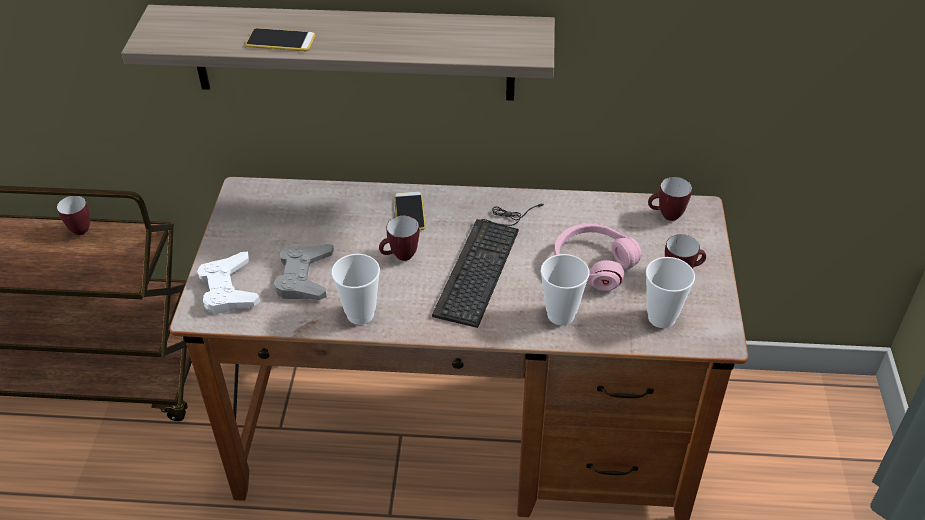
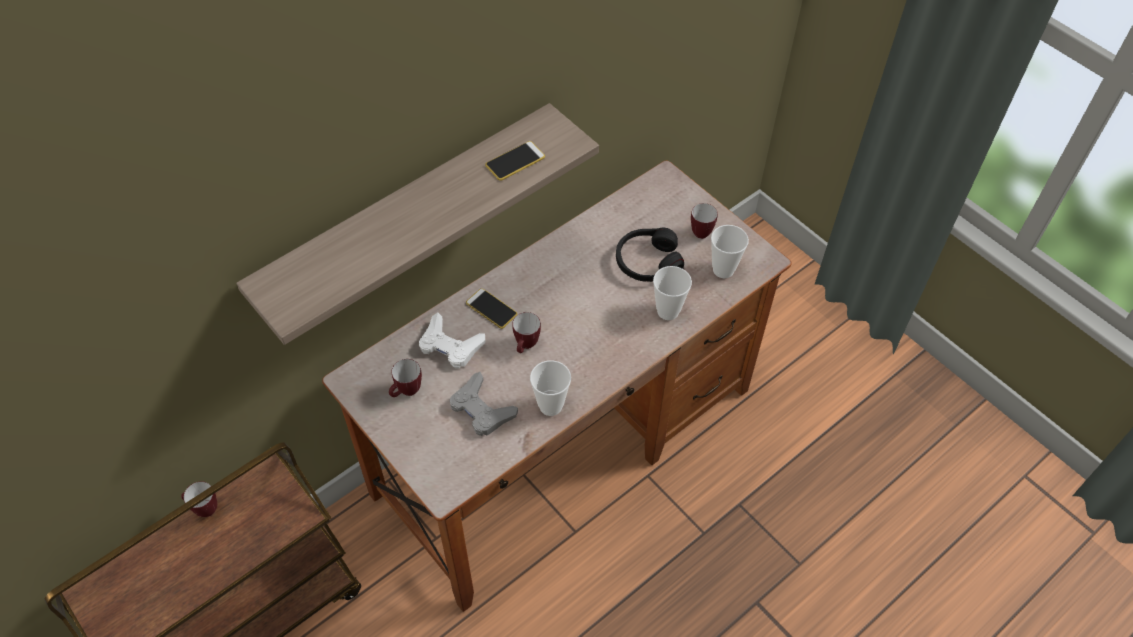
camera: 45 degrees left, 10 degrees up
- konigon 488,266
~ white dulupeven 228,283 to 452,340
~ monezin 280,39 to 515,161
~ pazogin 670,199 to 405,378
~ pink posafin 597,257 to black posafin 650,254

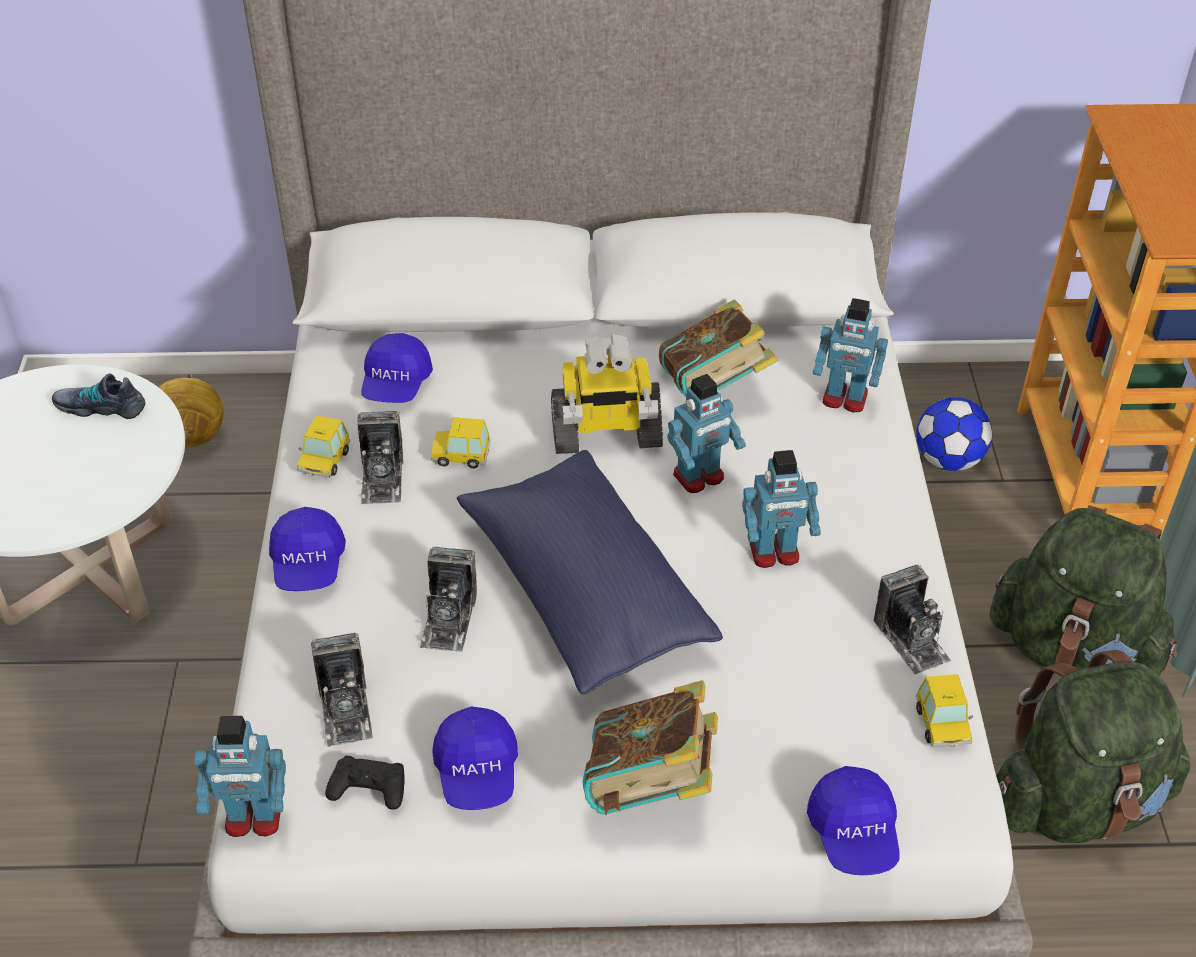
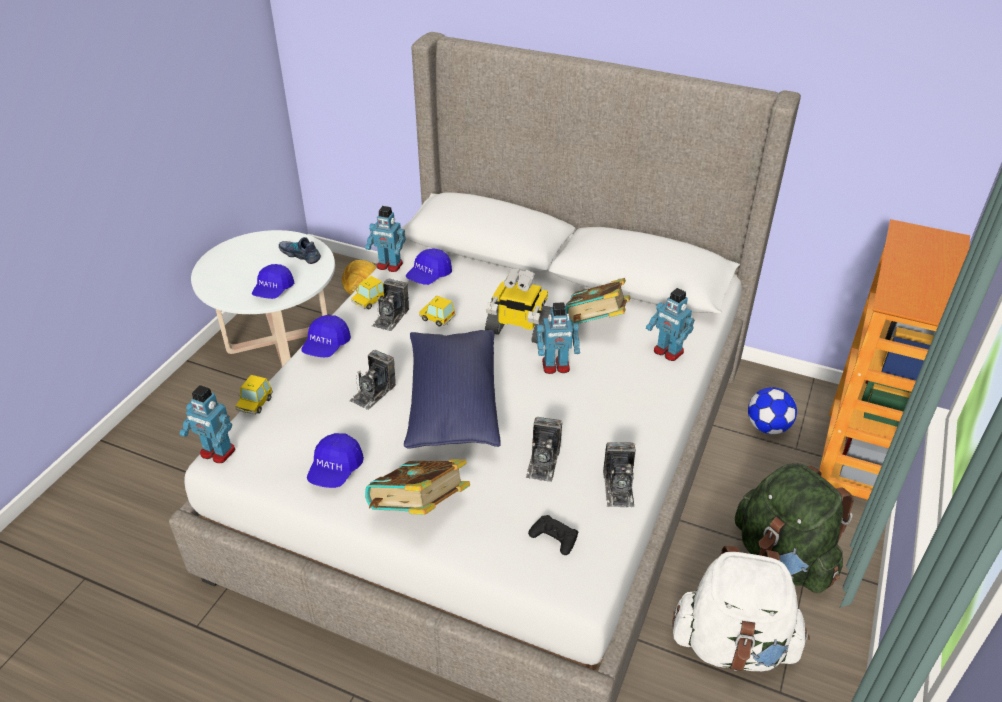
camera: 25 degrees right, 5 degrees down
~ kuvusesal 342,690 to 544,449
~ black dulupeven 365,783 to 553,535
~ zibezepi 781,509 to 385,239
~ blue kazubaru 853,820 to 273,281
~ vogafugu 944,710 to 254,395
~ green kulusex 1093,746 to white kulusex 741,608

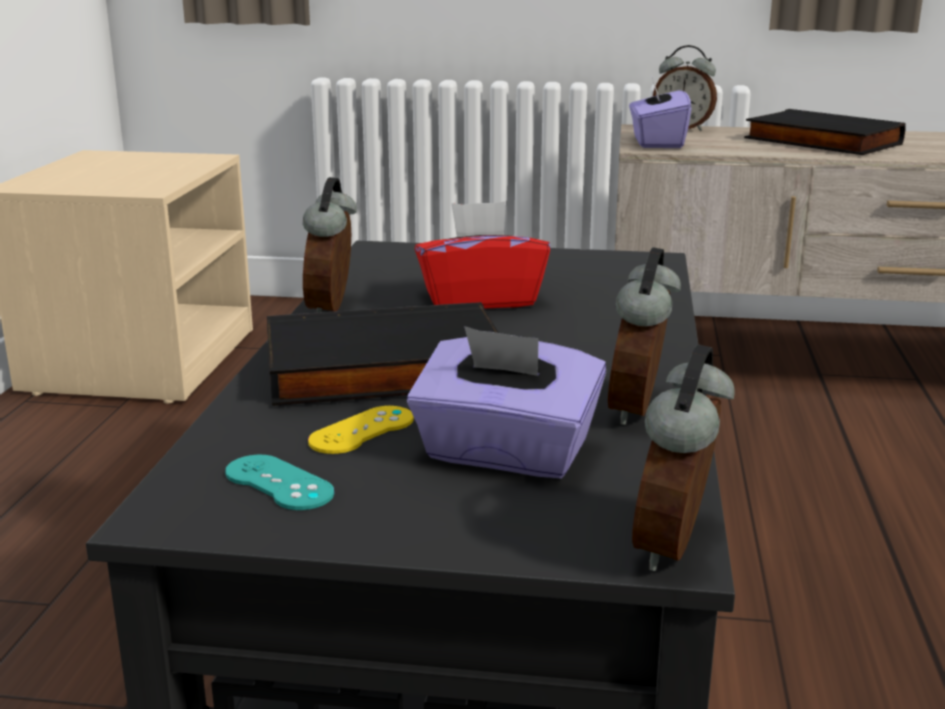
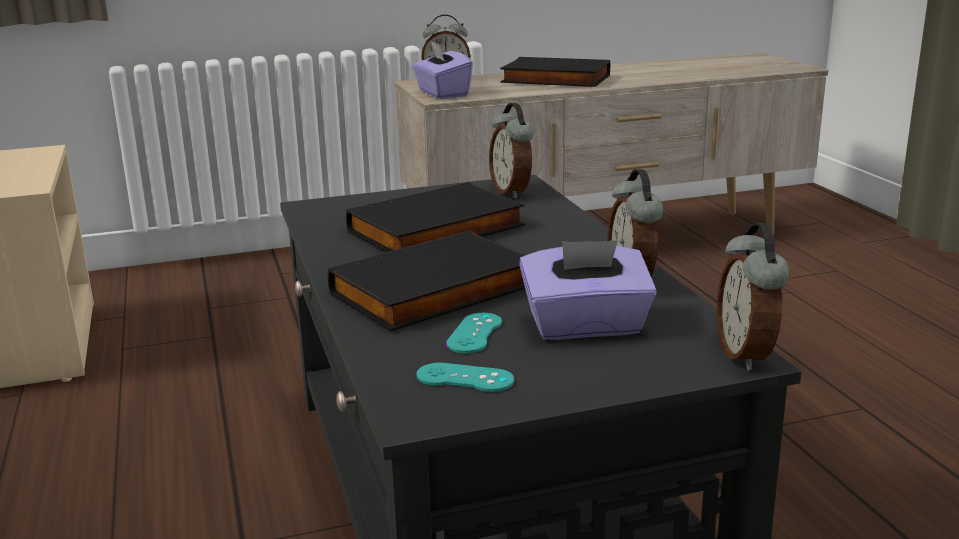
camera: 25 degrees left, 0 degrees up
~ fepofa 330,245 to 511,151
~ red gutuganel 482,255 to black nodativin 435,217
~ yellow dulupeven 361,430 to turquoise dulupeven 474,333

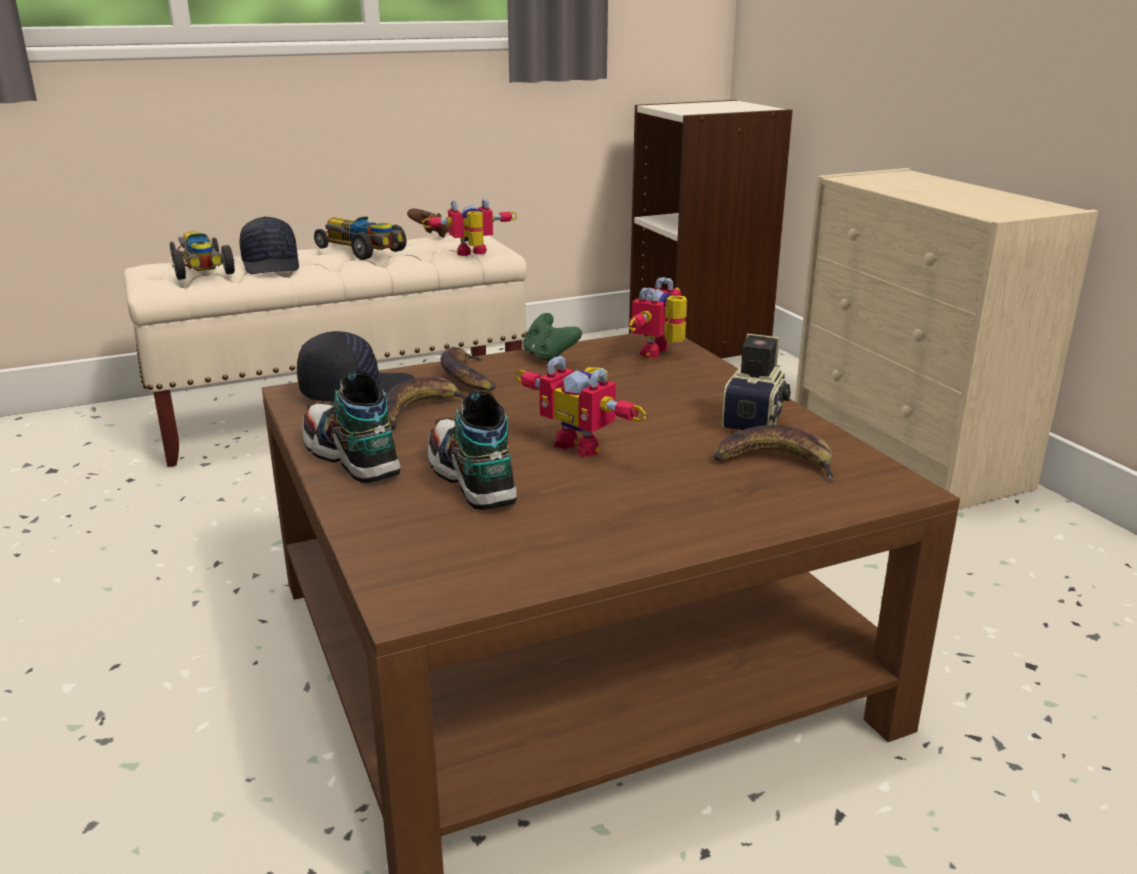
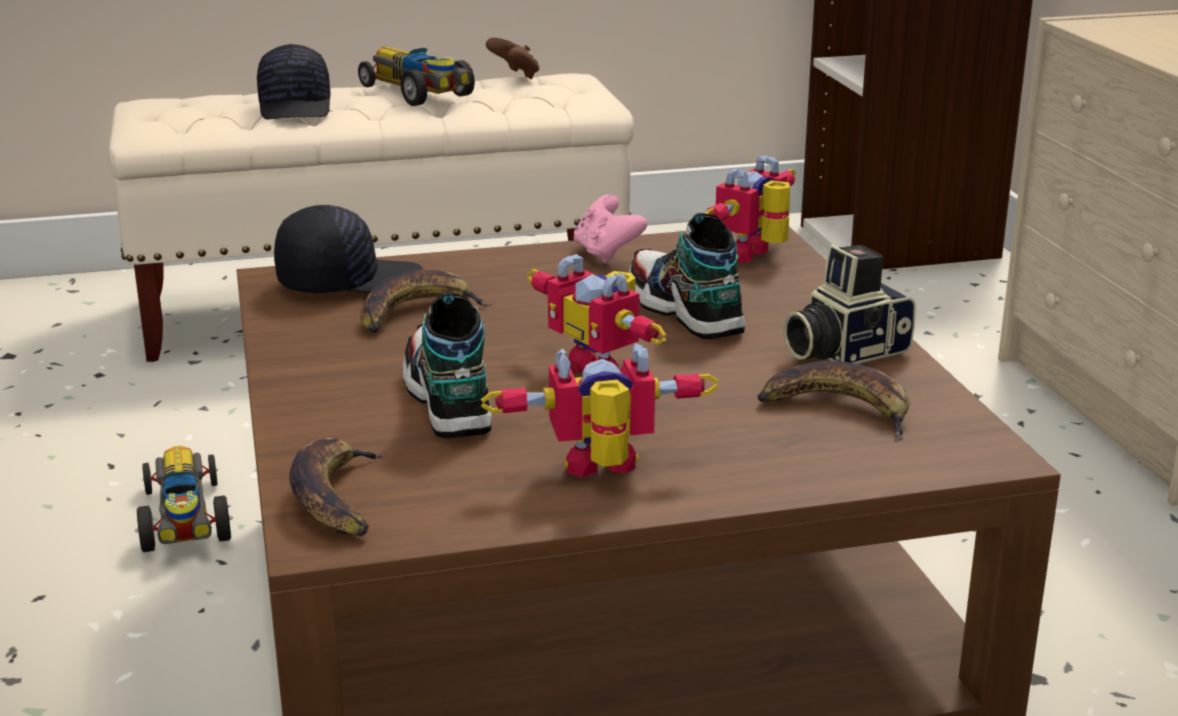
camera: 10 degrees right, 0 degrees up
~ vogafugu 202,255 to 184,499
~ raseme 351,427 to 687,276
~ zibezepi 470,227 to 600,410
~ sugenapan 468,368 to 337,487
~ green dulupeven 552,338 to pink dulupeven 610,228
~ kuvusesal 756,381 = 849,304 150 degrees counterclockwise

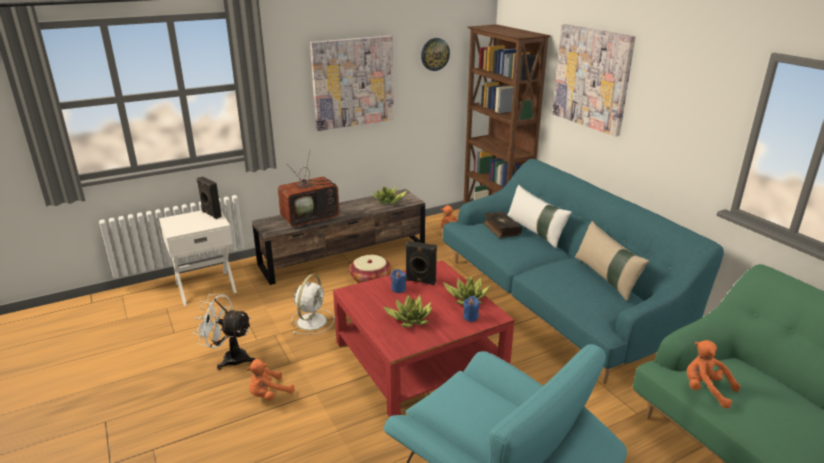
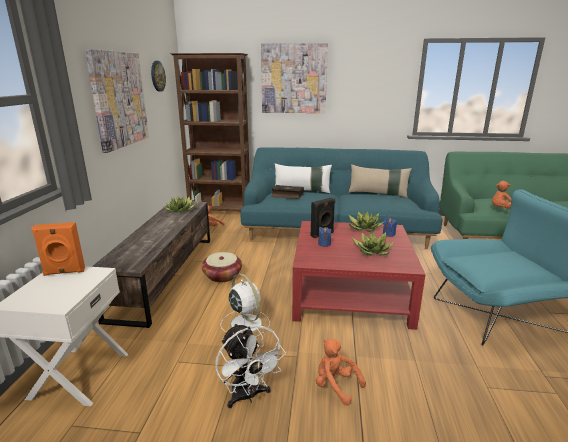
camera: 55 degrees left, 5 degrees down
- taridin 309,189
~ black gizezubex 209,198 to orange gizezubex 58,249
~ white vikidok 224,332 = 250,365 75 degrees counterclockwise
~ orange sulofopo 270,380 = 341,372 135 degrees clockwise

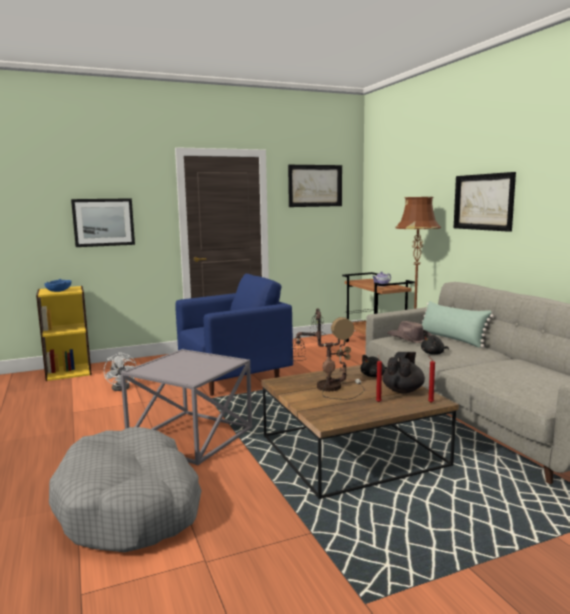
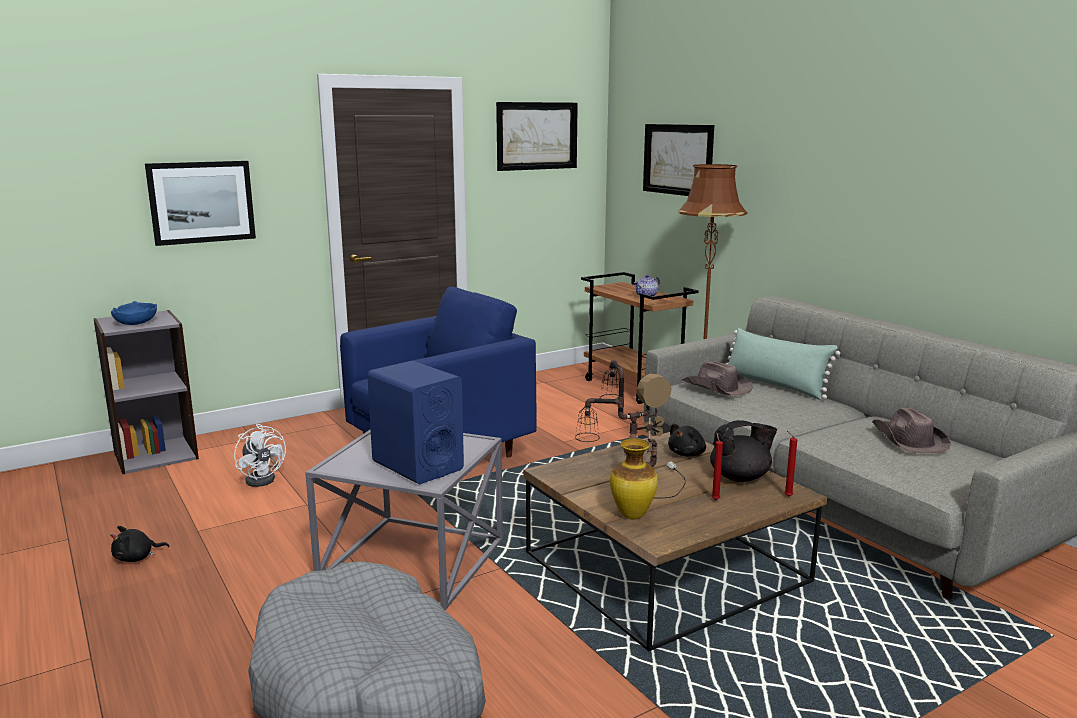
camera: 10 degrees left, 5 degrees up
+ blue gizezubex 415,422
+ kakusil 634,479
+ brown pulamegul 911,430
~ black sulofopo 435,344 to 139,544
~ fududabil 485,202 to 678,160
~ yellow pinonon 64,333 to grey pinonon 146,392
~ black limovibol 403,372 = 743,451 60 degrees clockwise

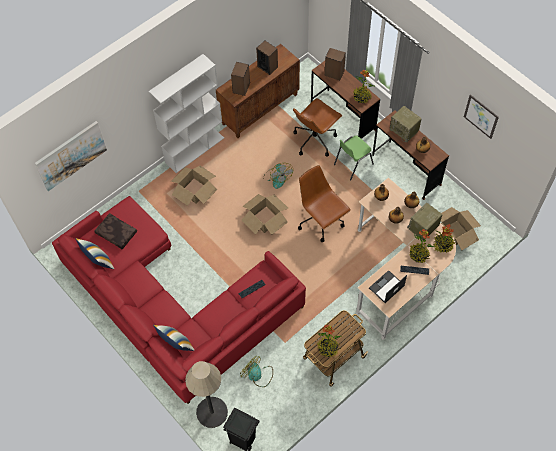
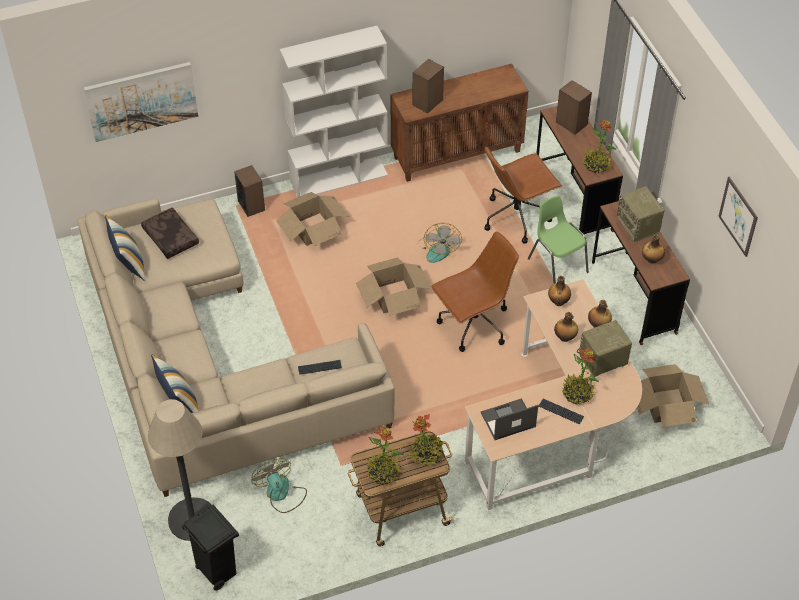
camera: 20 degrees right, 10 degrees down
~ gizezubex 267,58 to 249,191
~ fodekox 444,238 to 426,440
~ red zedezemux 179,300 to beige zedezemux 236,347
~ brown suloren 324,203 = 475,291 75 degrees clockwise
~ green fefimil 354,158 = 558,239 75 degrees clockwise

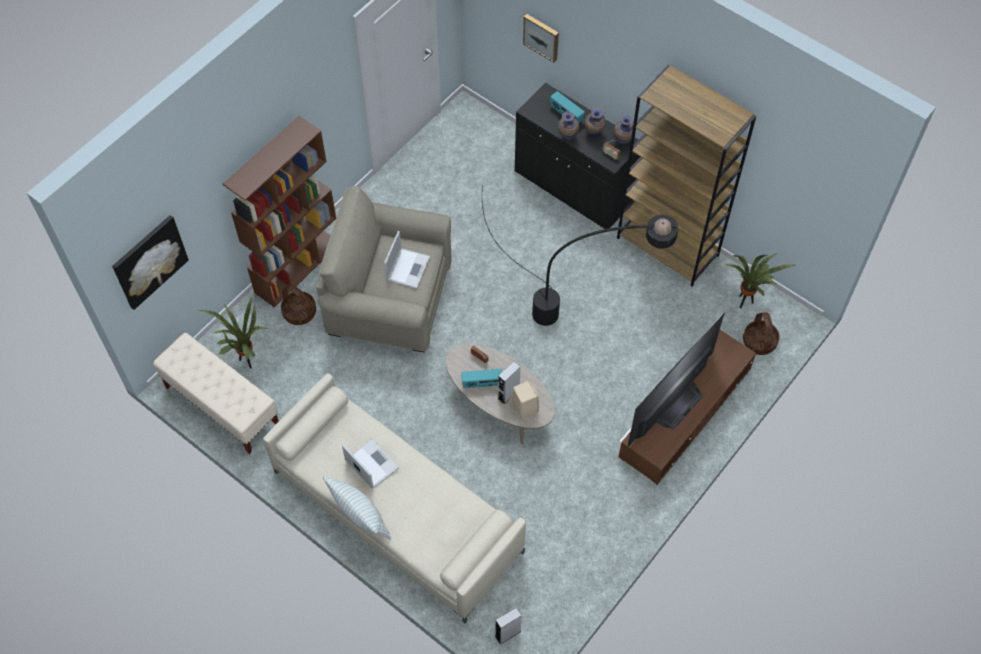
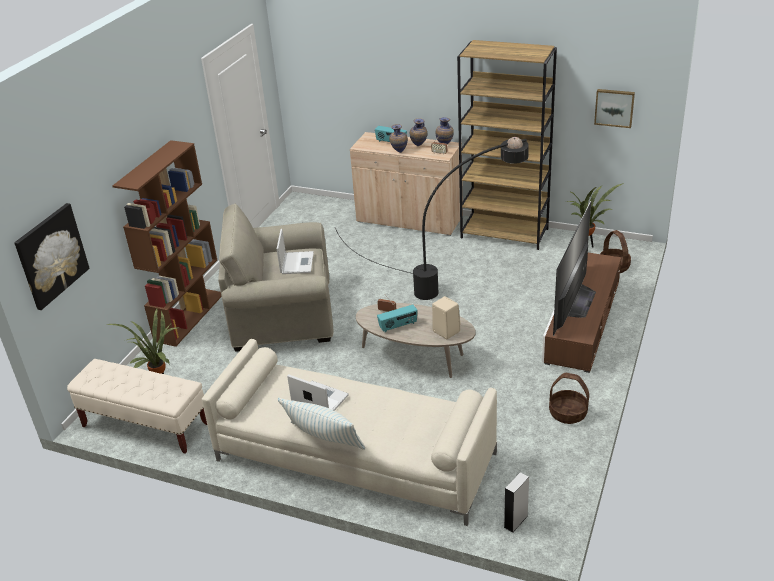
camera: 15 degrees left, 25 degrees down
- grey gizezubex 509,383
~ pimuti 298,304 to 569,398
~ fududabil 541,38 to 614,108
~ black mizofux 577,156 to beige mizofux 406,184

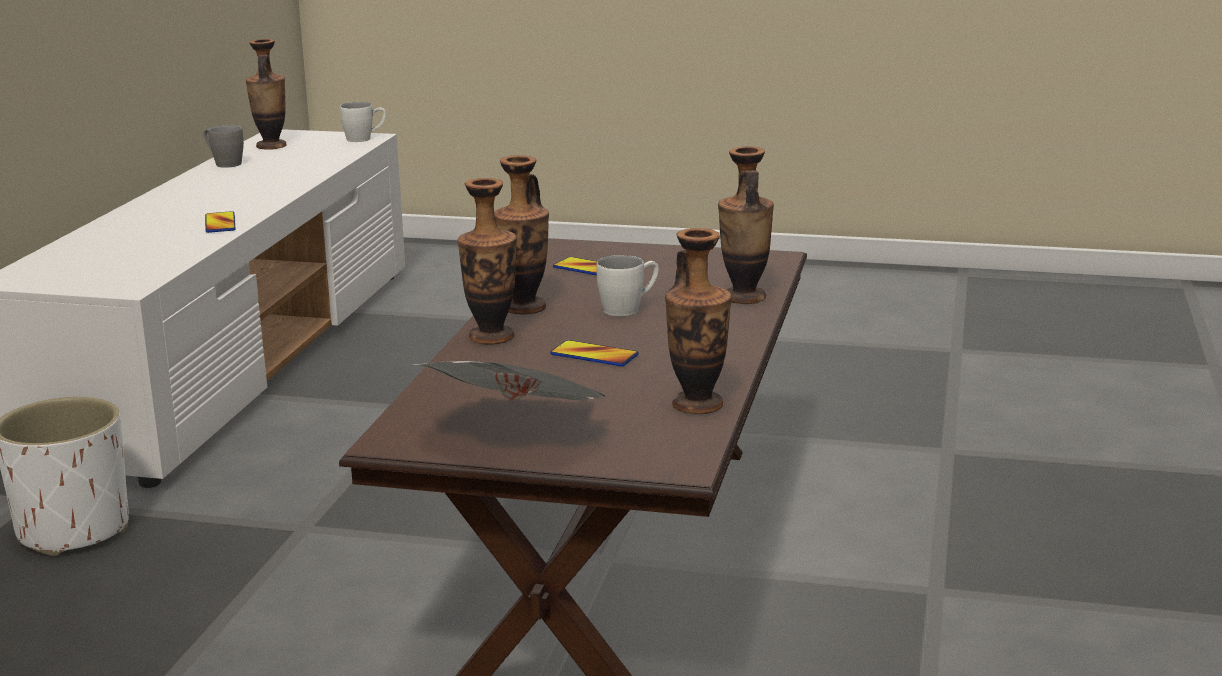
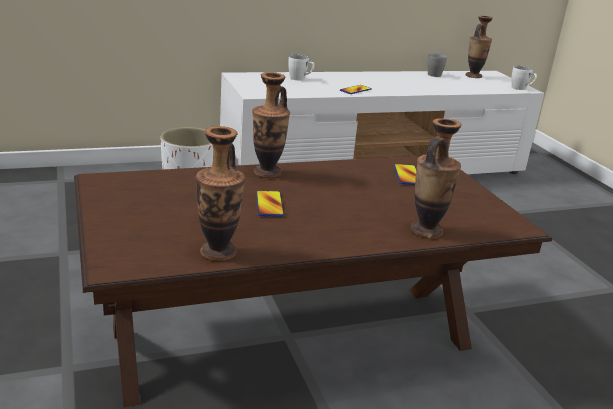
camera: 55 degrees right, 5 degrees up
- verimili 509,380
- kakusil 521,234
~ white pazogin 628,286 to 301,67

